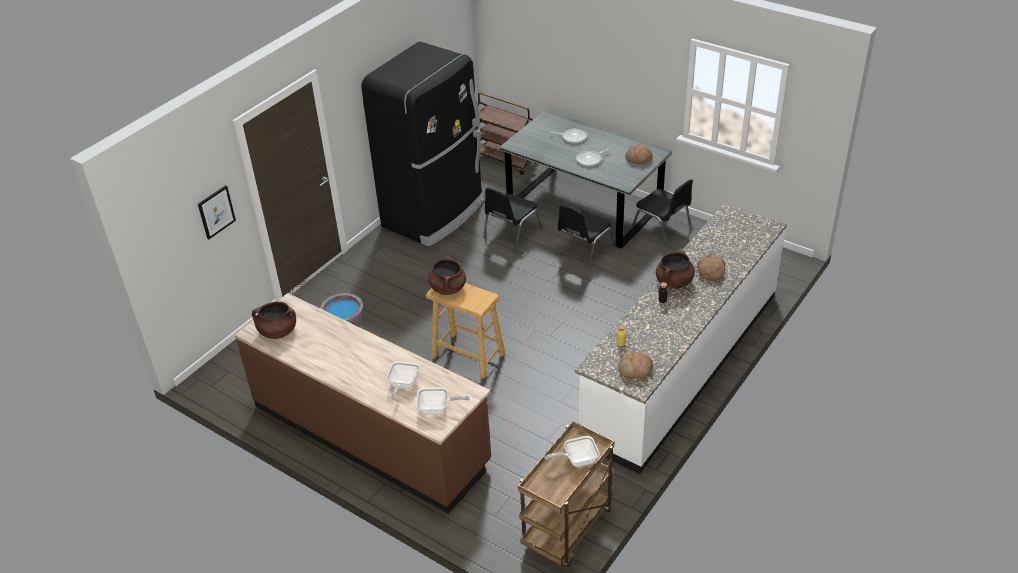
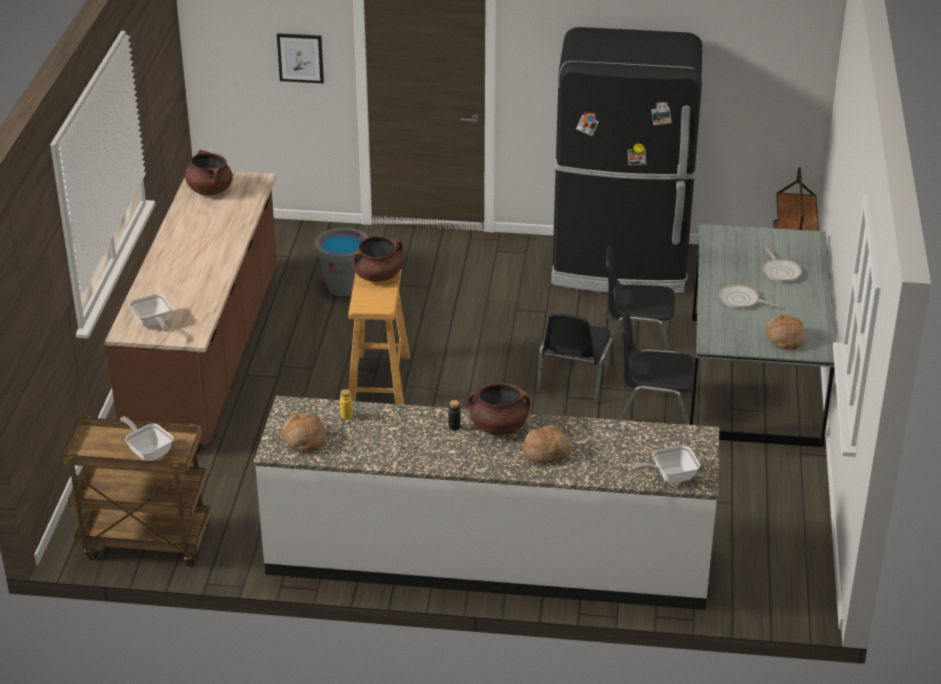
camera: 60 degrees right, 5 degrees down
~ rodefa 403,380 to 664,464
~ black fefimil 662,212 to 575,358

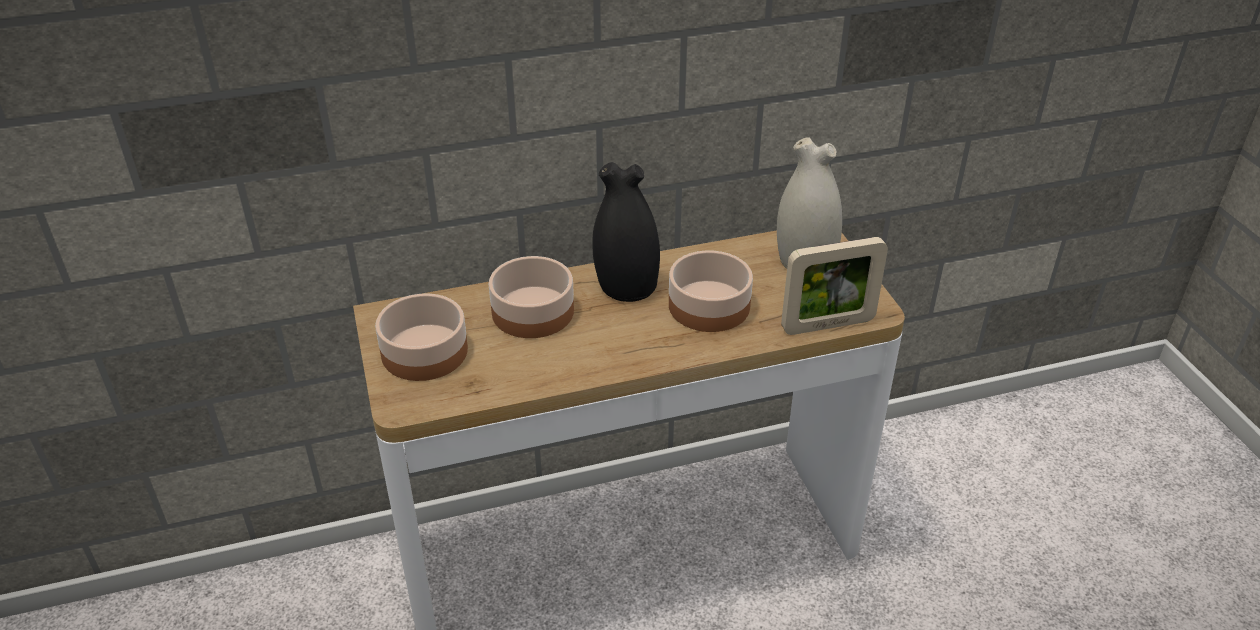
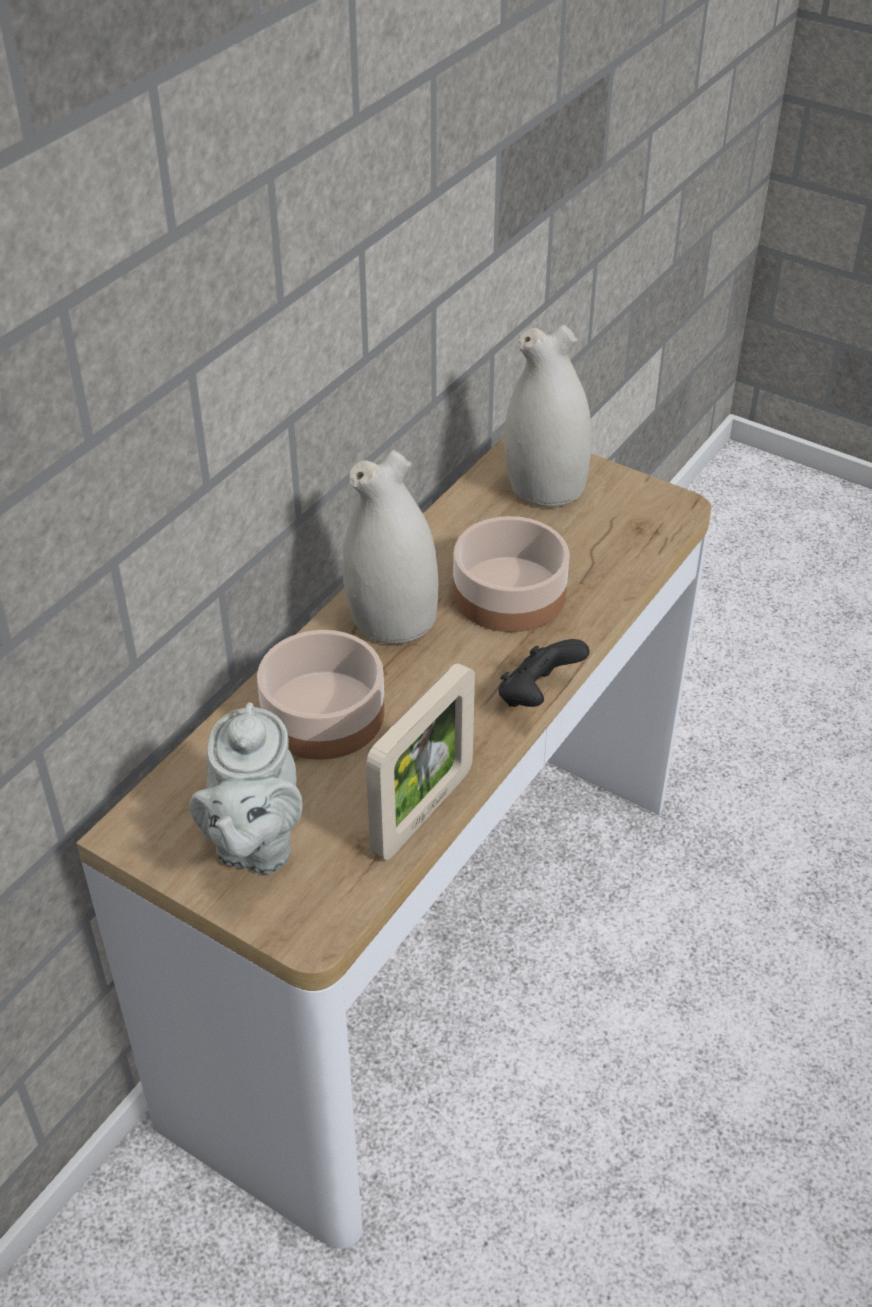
camera: 40 degrees left, 5 degrees up
+ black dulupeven 544,673
~ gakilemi 834,286 to 420,761
~ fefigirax 421,337 to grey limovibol 246,788
~ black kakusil 626,232 to white kakusil 391,547

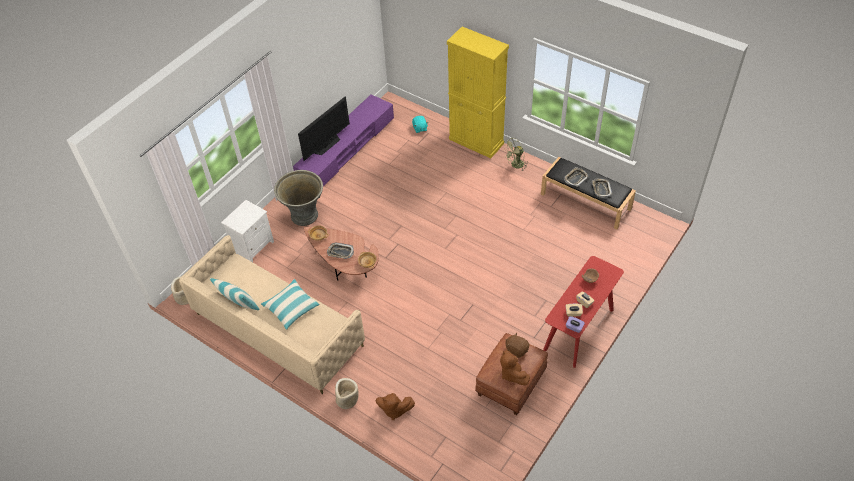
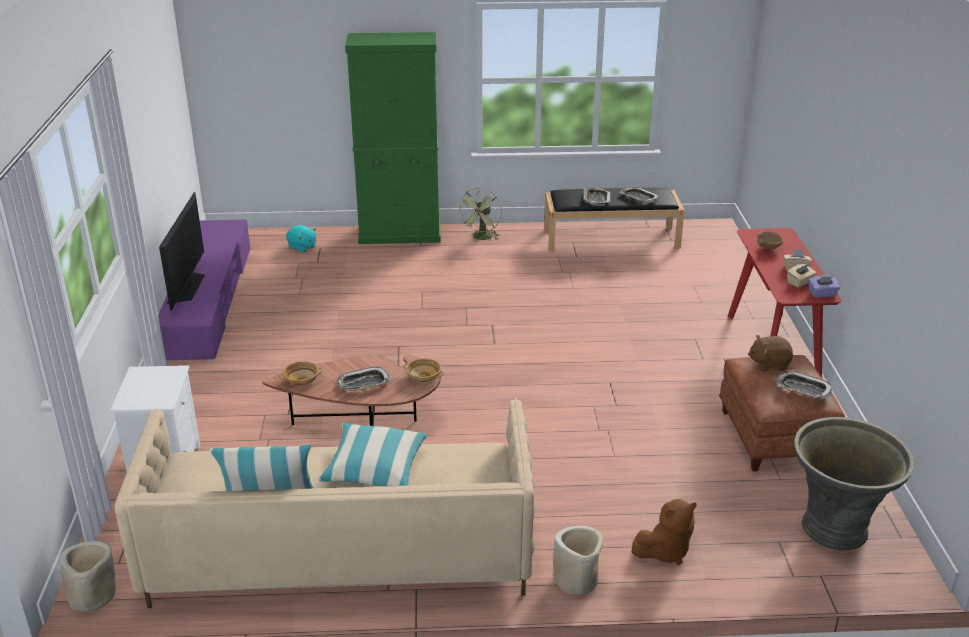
camera: 40 degrees left, 20 degrees down
~ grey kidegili 298,198 to 854,483
~ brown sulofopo 515,367 to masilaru 803,385
~ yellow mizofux 478,92 to green mizofux 393,138

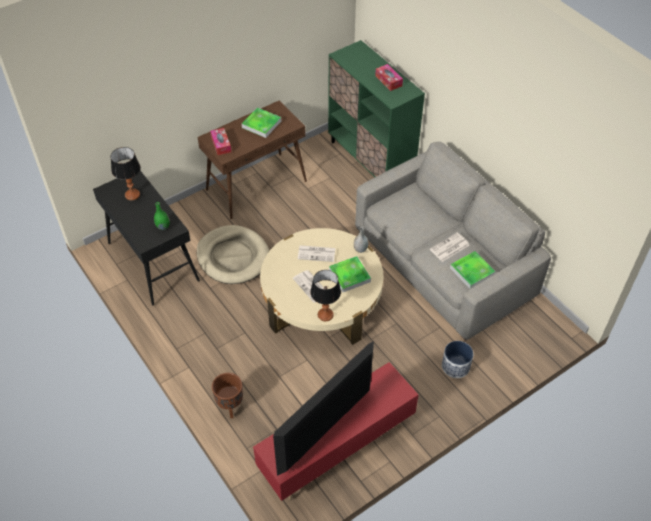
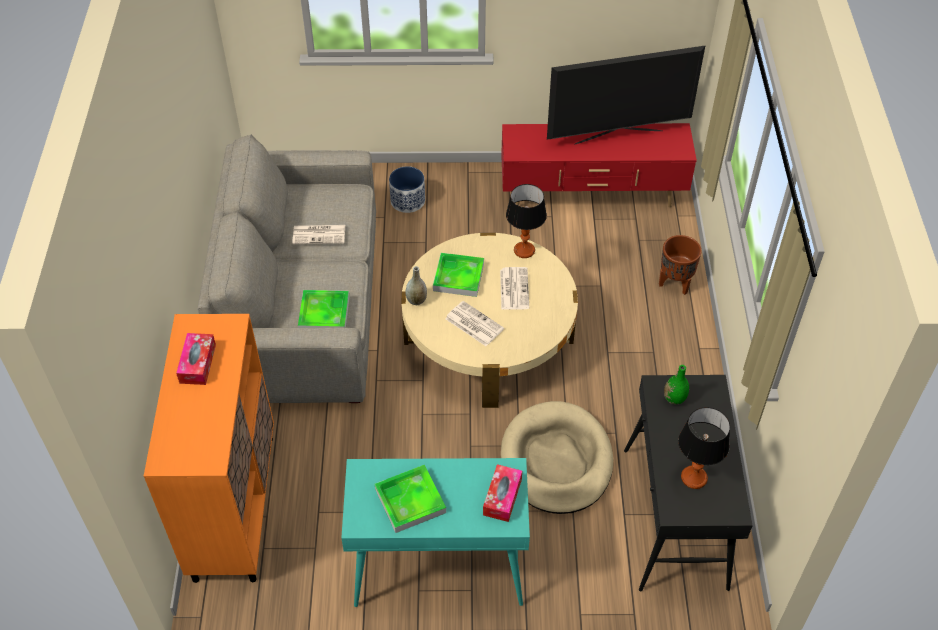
camera: 145 degrees left, 0 degrees up
~ masilaru 473,270 to 323,309
~ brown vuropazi 252,160 to turquoise vuropazi 435,532
~ green mizofux 376,108 to orange mizofux 209,448

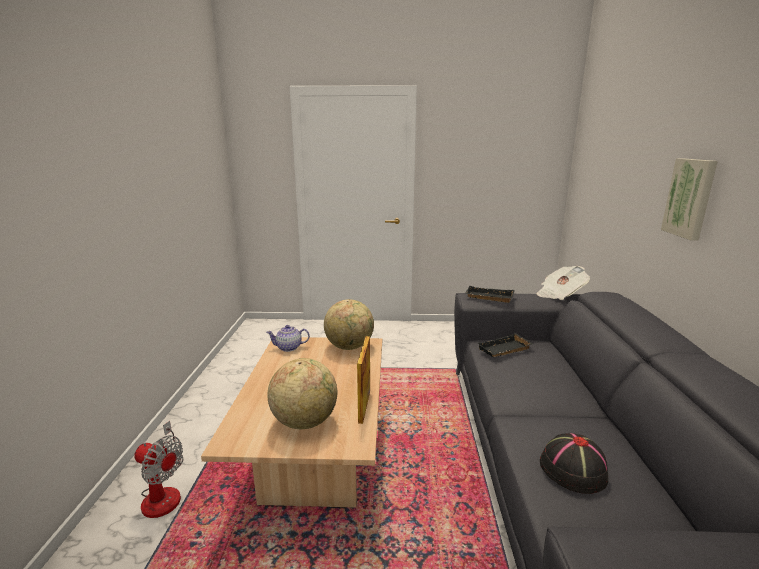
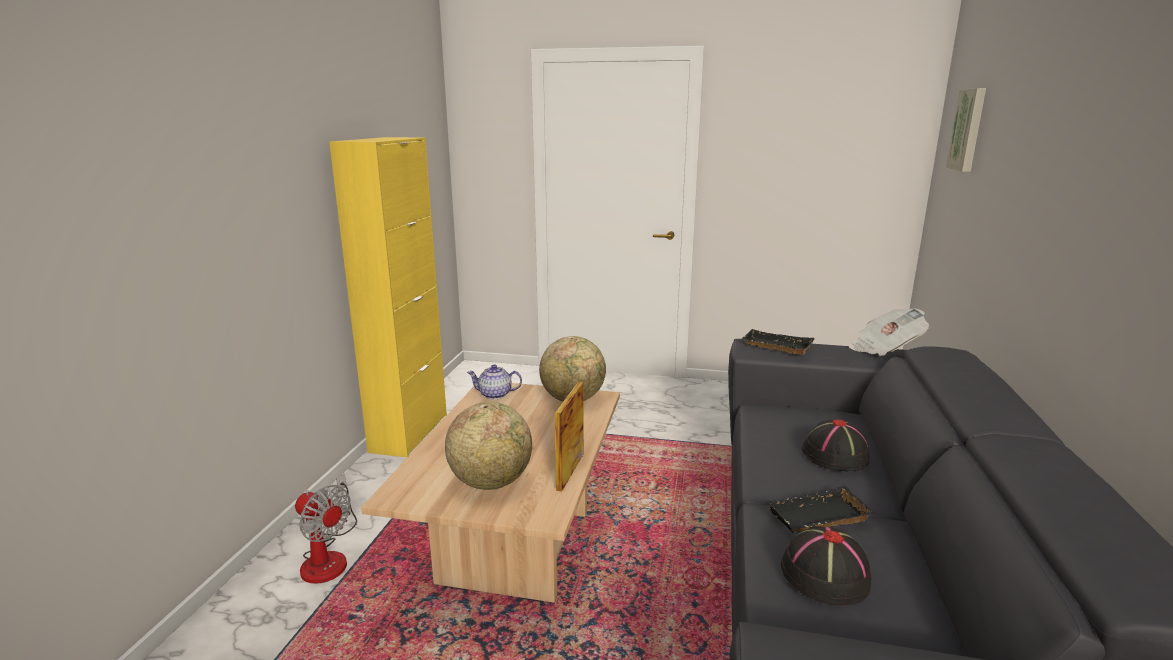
camera: 10 degrees right, 0 degrees up
+ yellow mizofux 388,297
+ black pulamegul 835,445
~ black masilaru 505,345 to 821,509
~ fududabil 689,199 to 966,130

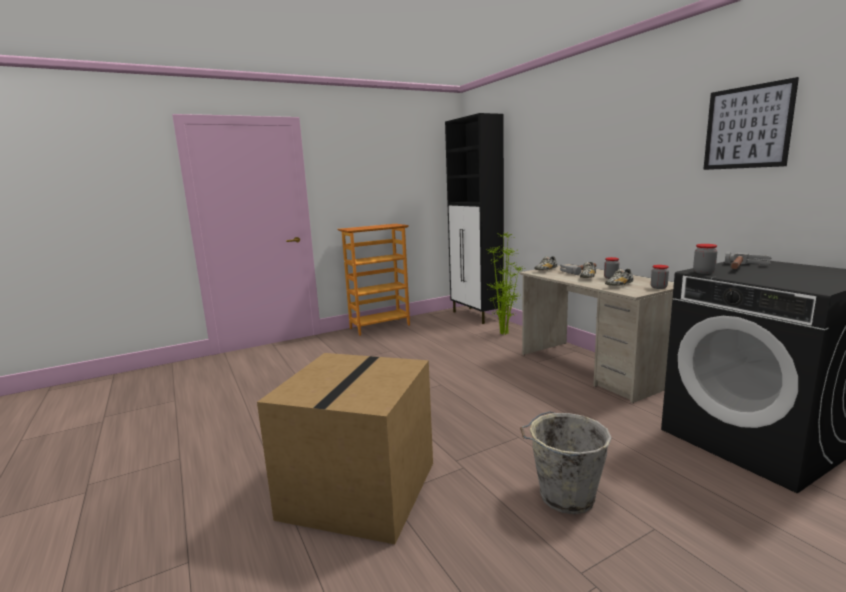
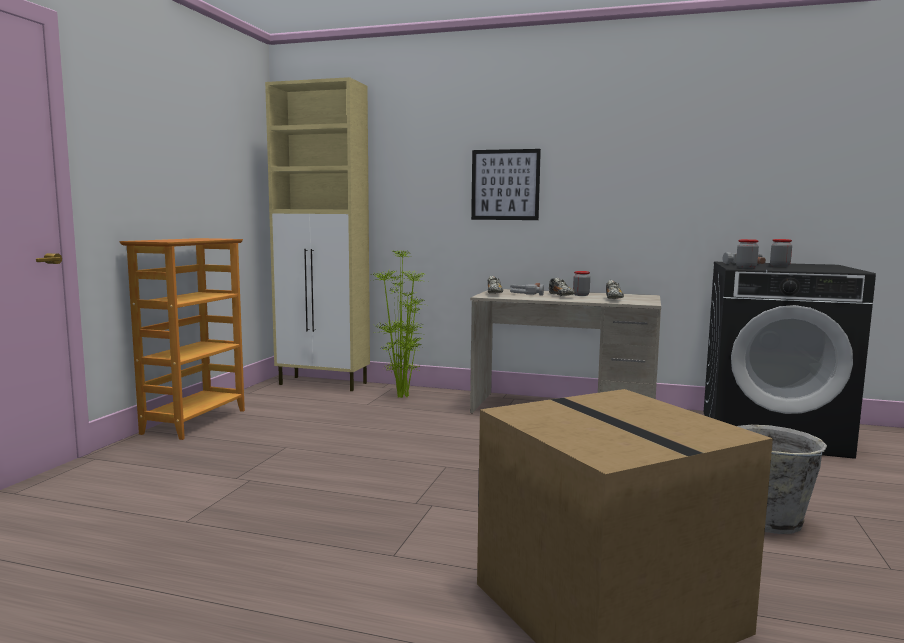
camera: 45 degrees left, 5 degrees down
~ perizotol 660,277 to 781,253
~ fududabil 751,123 to 506,184
~ black mizofux 474,218 to beige mizofux 317,234

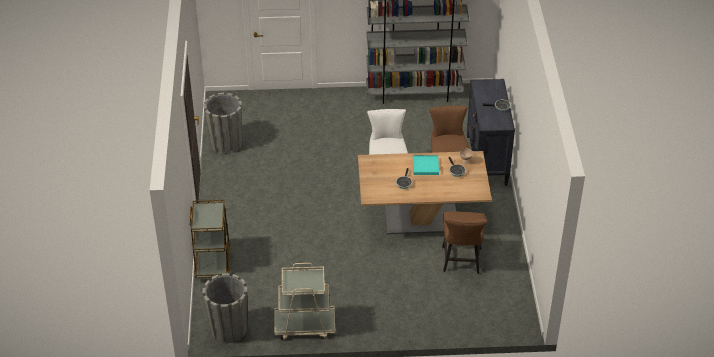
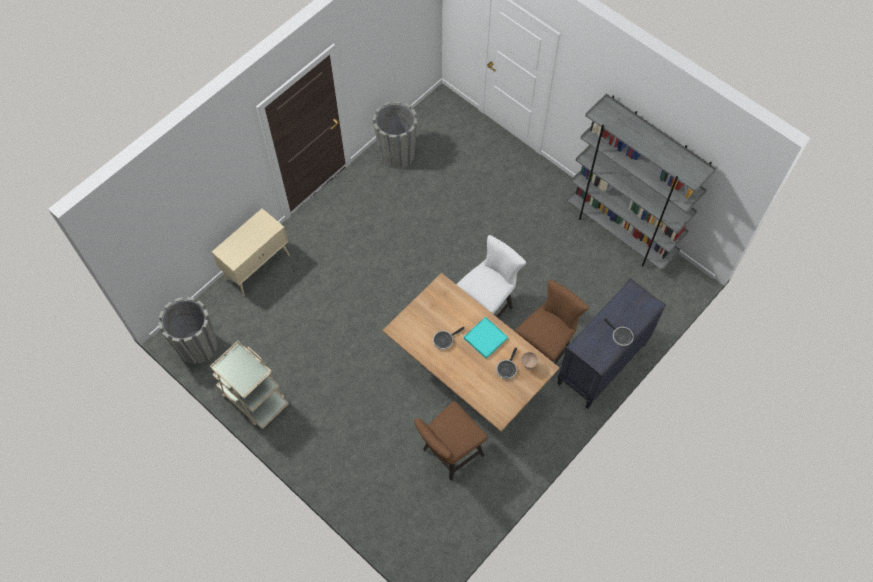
camera: 45 degrees right, 20 degrees up
~ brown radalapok 210,239 to beige mizofux 251,253

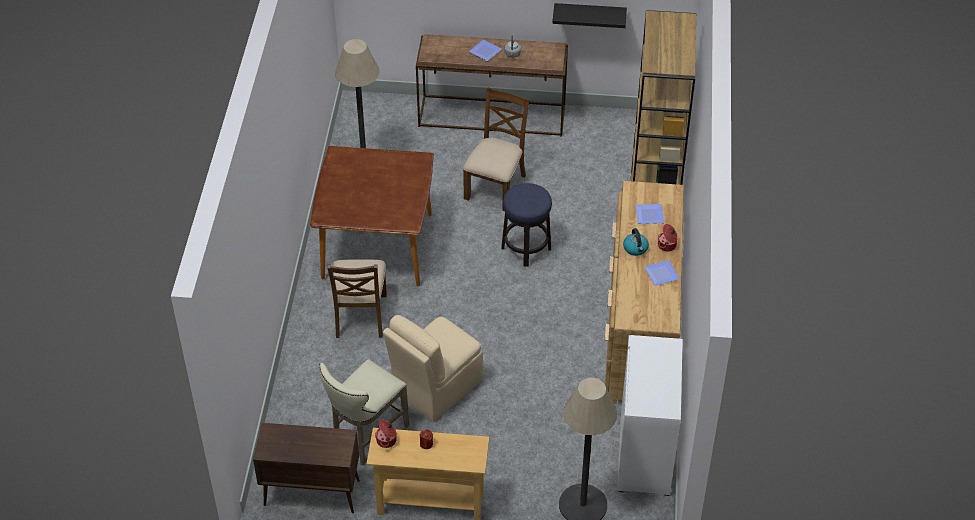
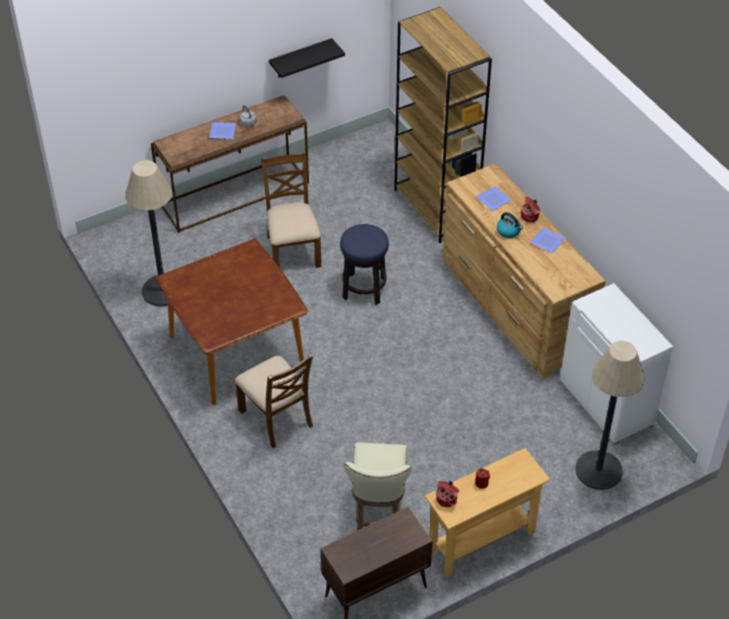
camera: 35 degrees left, 0 degrees up
- beige fefimil 433,368

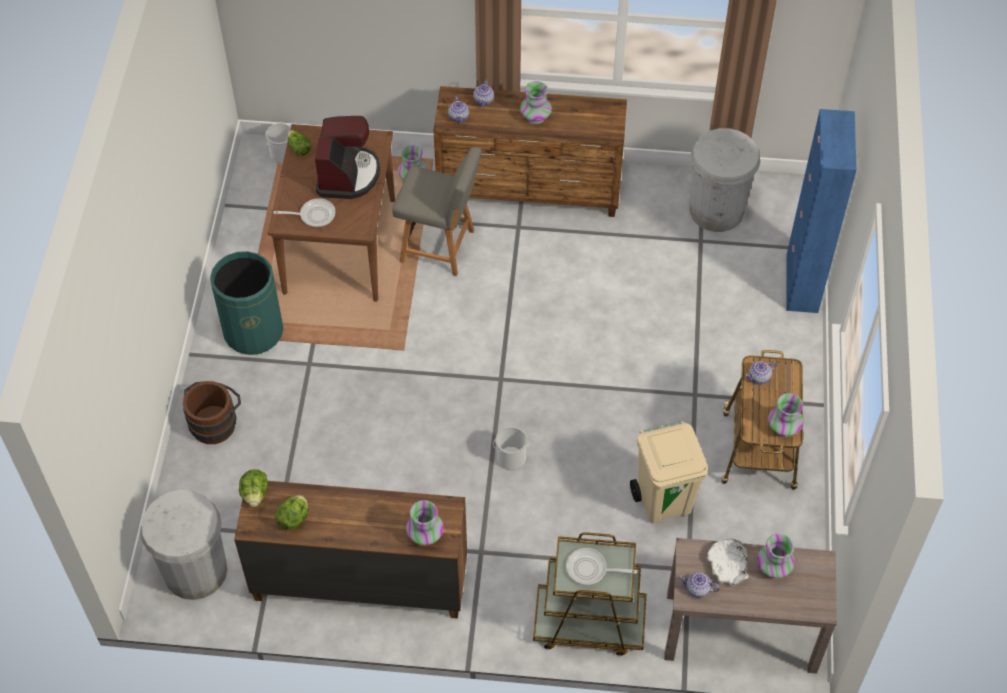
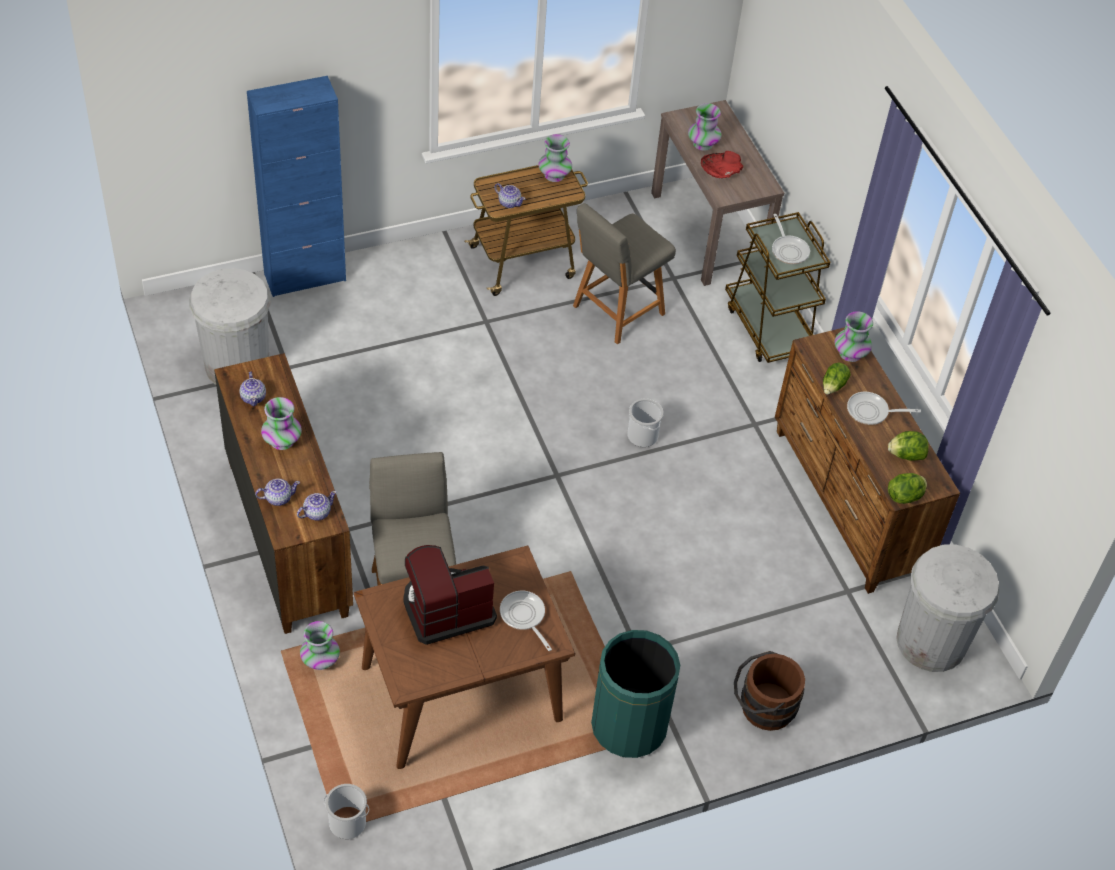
camera: 120 degrees left, 5 degrees down
+ rodefa 884,408
~ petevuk 299,143 to 837,379
~ limovibol 699,585 to 252,389
~ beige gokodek 669,471 to grey fefimil 624,273
~ white fefigirax 728,562 to red fefigirax 722,164

